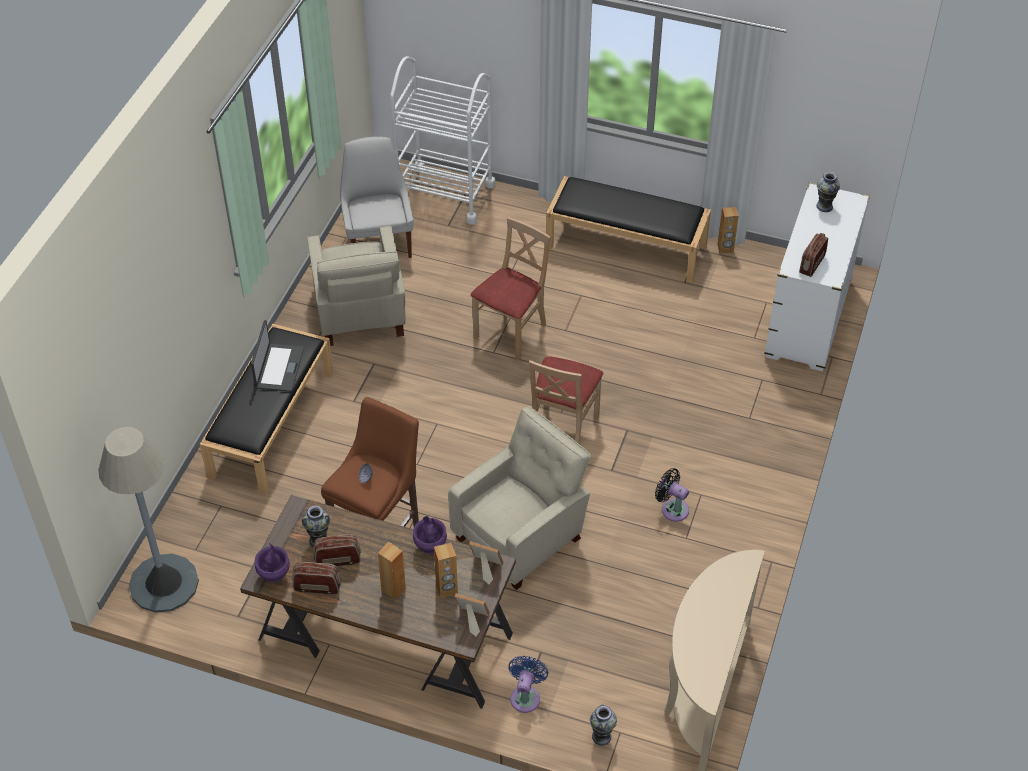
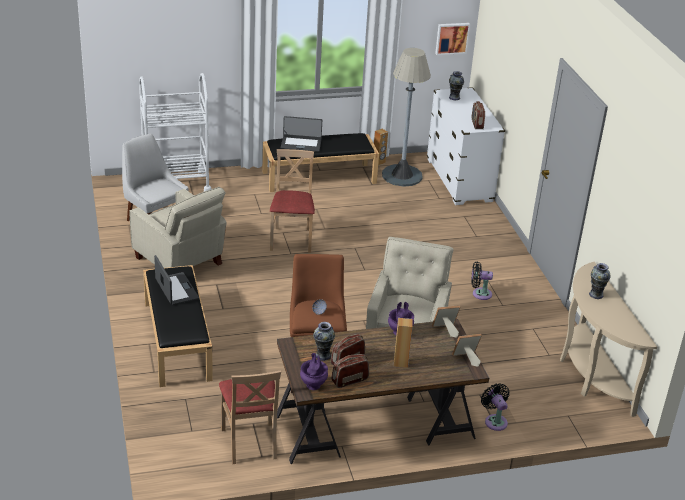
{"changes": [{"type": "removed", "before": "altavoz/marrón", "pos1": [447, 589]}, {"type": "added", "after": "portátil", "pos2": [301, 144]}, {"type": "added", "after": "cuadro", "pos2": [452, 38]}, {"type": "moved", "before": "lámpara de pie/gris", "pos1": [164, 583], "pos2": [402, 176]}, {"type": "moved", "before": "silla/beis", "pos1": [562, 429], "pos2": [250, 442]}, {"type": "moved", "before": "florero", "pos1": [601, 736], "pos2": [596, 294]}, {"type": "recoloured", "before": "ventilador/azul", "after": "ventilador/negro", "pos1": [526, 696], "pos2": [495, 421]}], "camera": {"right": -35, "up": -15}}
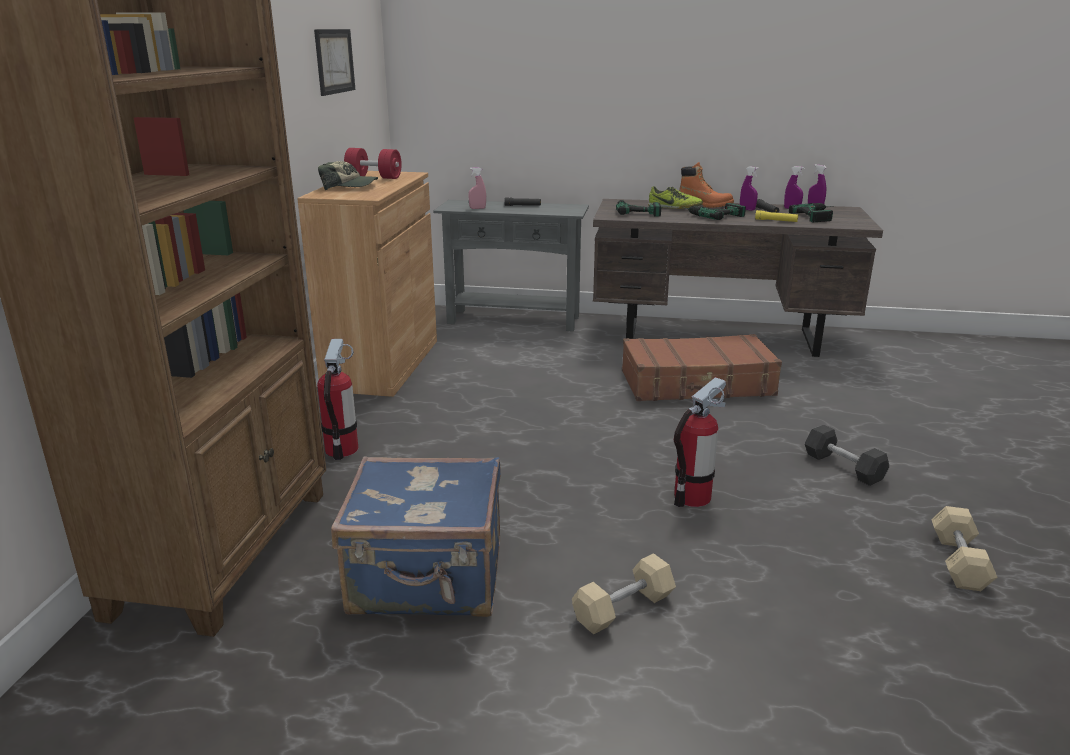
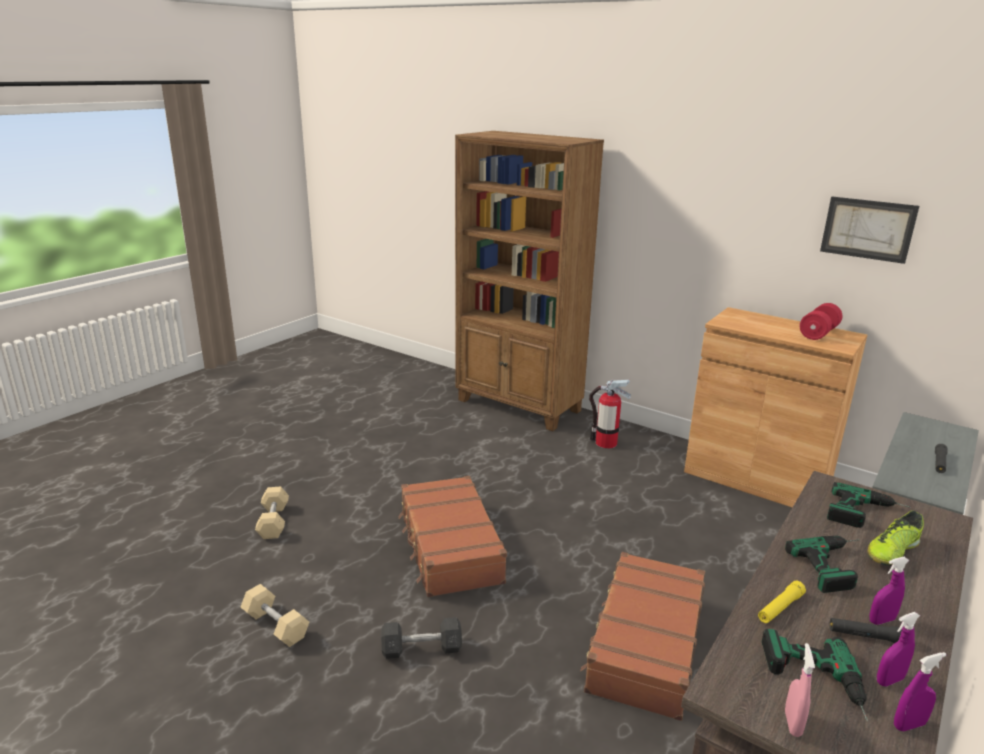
{"changes": [{"type": "removed", "before": "gorra", "pos1": [349, 187]}, {"type": "removed", "before": "maleta/azul", "pos1": [428, 579]}, {"type": "removed", "before": "bota/naranja", "pos1": [704, 205]}, {"type": "moved", "before": "pulverizador/rosa", "pos1": [477, 208], "pos2": [792, 723]}, {"type": "moved", "before": "mancuerna/beis", "pos1": [623, 608], "pos2": [273, 521]}, {"type": "replaced", "before": "extintor", "after": "maleta/marrón", "pos1": [692, 497], "pos2": [449, 547]}], "camera": {"right": 115, "up": 0}}
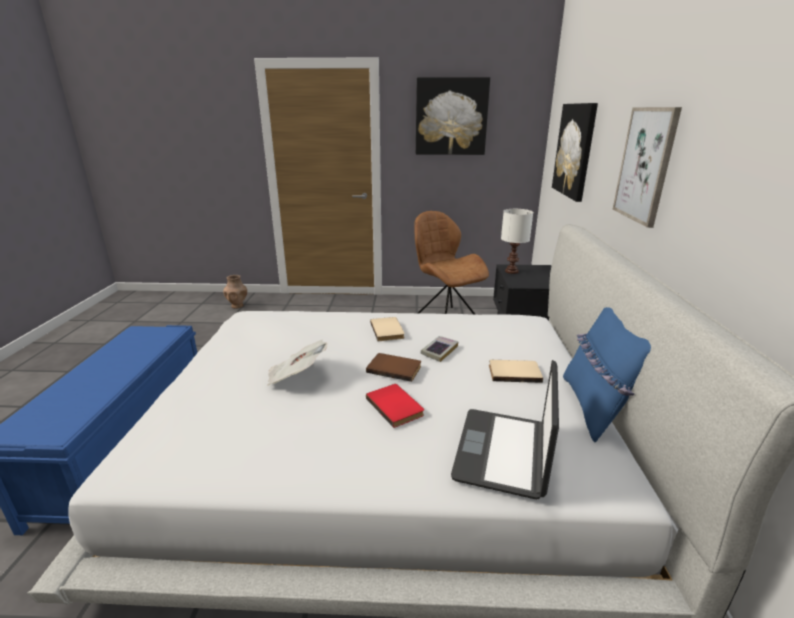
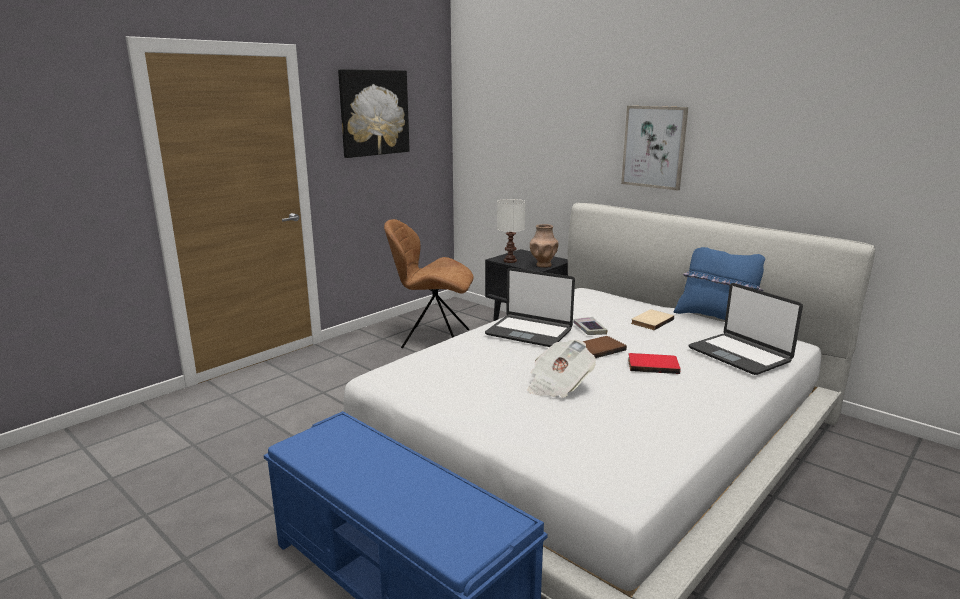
{"changes": [{"type": "removed", "before": "cuadro", "pos1": [575, 150]}, {"type": "moved", "before": "florero/marrón", "pos1": [237, 306], "pos2": [543, 265]}, {"type": "replaced", "before": "libro/beis", "after": "portátil", "pos1": [388, 330], "pos2": [529, 332]}], "camera": {"right": -50, "up": -5}}
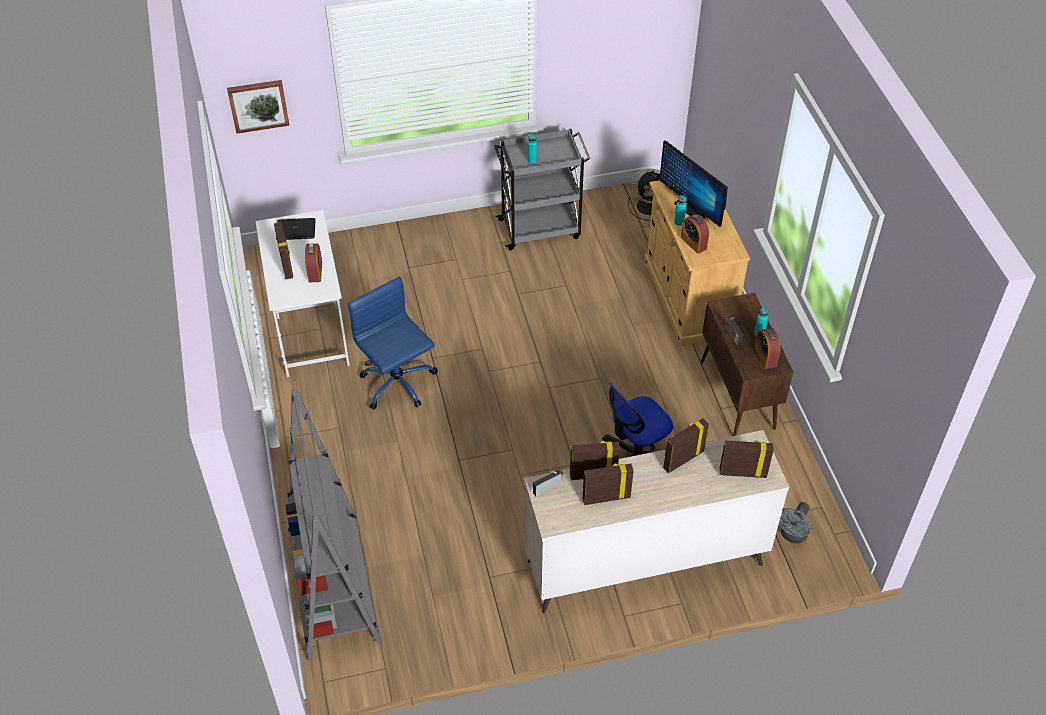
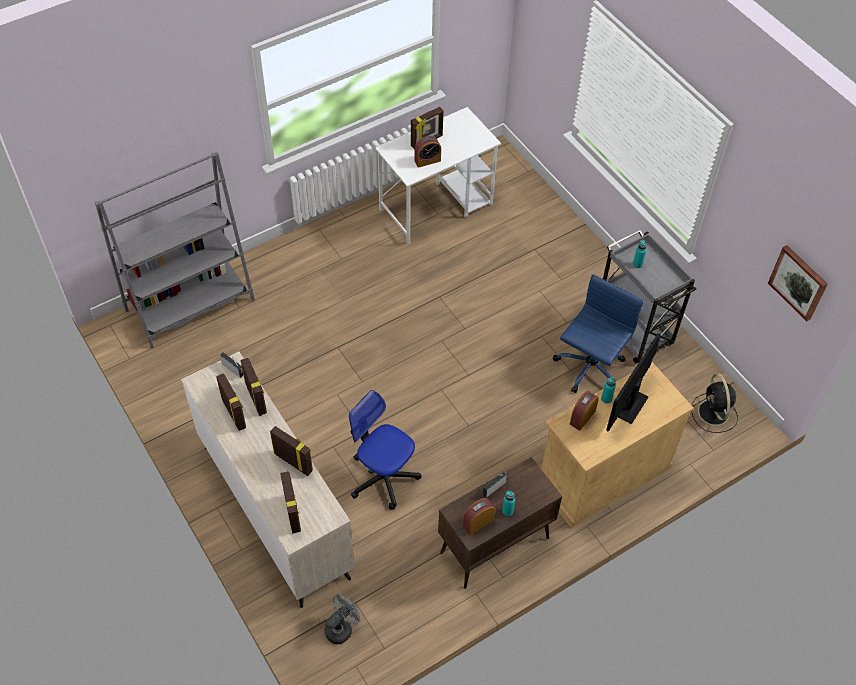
{"changes": [{"type": "removed", "before": "portátil", "pos1": [295, 230]}, {"type": "moved", "before": "cuadro", "pos1": [258, 105], "pos2": [798, 282]}, {"type": "moved", "before": "silla de oficina/azul", "pos1": [398, 384], "pos2": [589, 369]}, {"type": "turned", "before": "ventilador/gris", "pos1": [792, 536], "pos2": [341, 628], "turn": 120}], "camera": {"right": 70, "up": 5}}
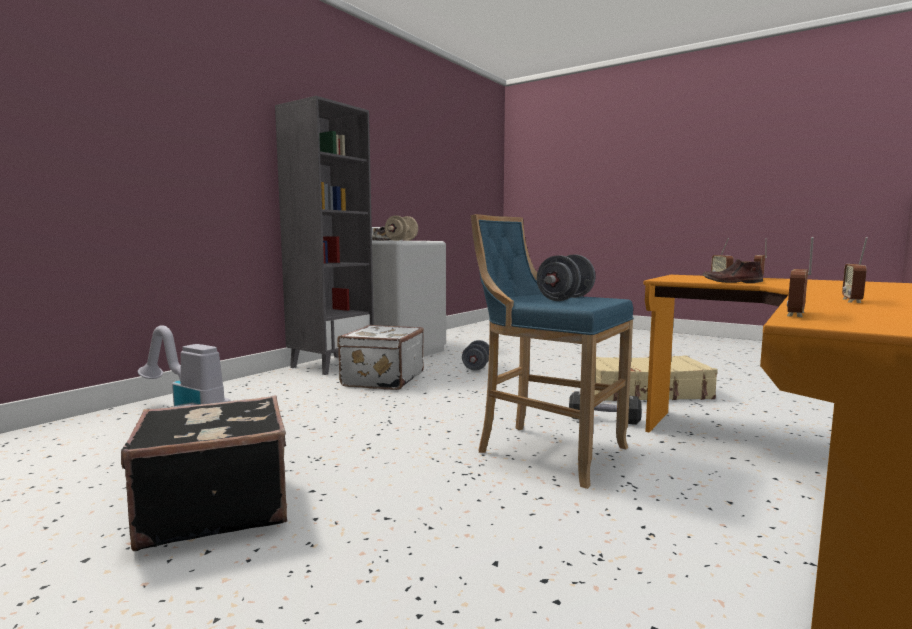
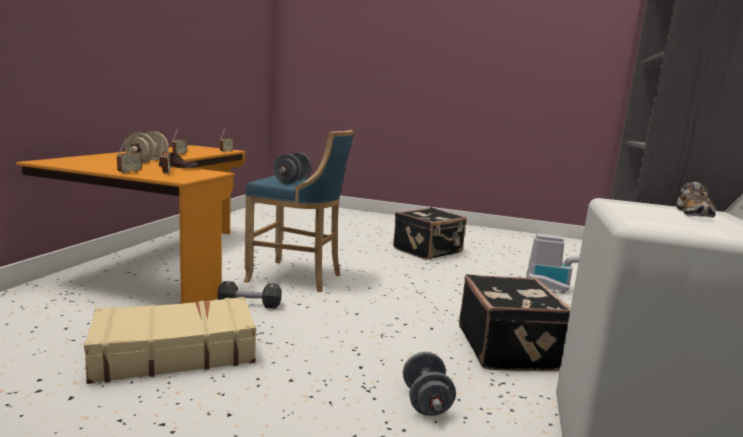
{"changes": [{"type": "moved", "before": "mancuerna/beis", "pos1": [401, 240], "pos2": [148, 161]}, {"type": "recoloured", "before": "maleta/blanco", "after": "maleta/negro", "pos1": [381, 379], "pos2": [509, 349]}], "camera": {"right": 160, "up": 5}}
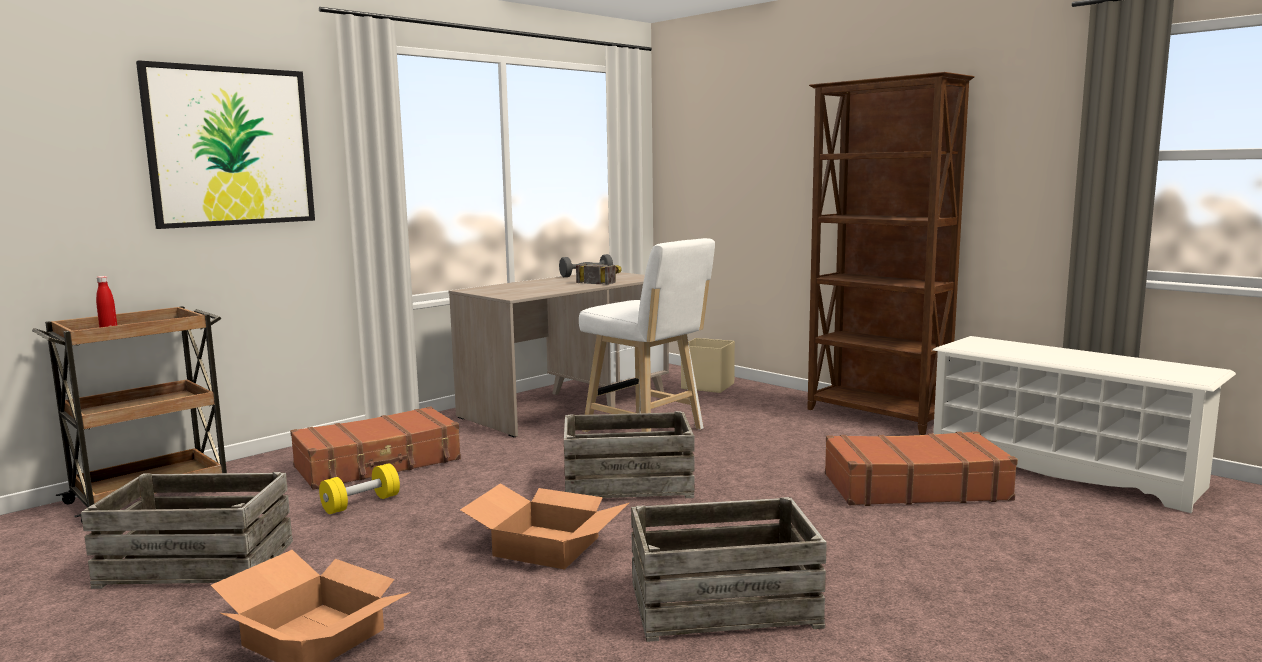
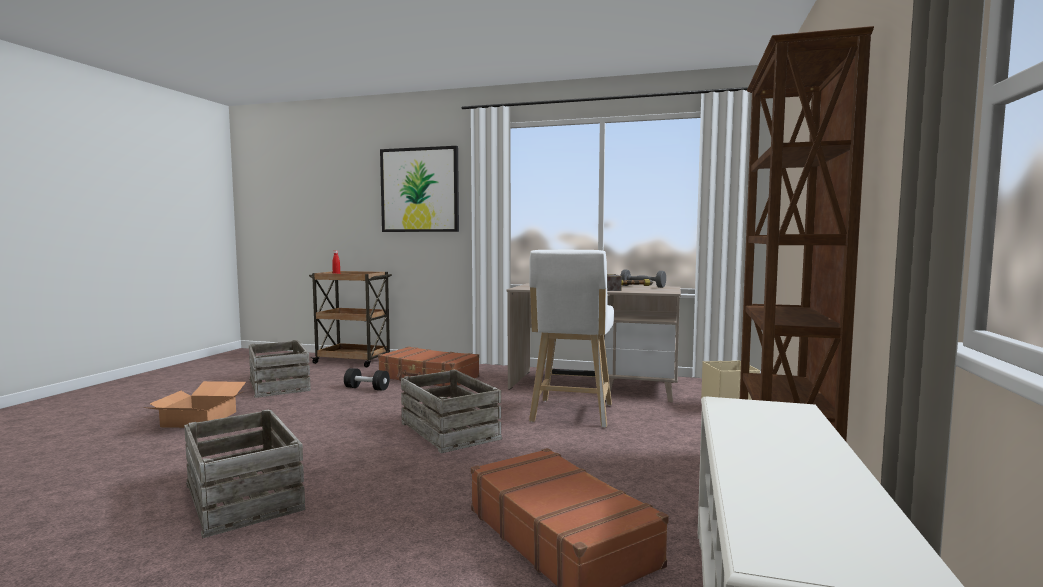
{"changes": [{"type": "removed", "before": "caja de cartón", "pos1": [544, 547]}, {"type": "recoloured", "before": "mancuerna/amarillo", "after": "mancuerna/negro", "pos1": [361, 504], "pos2": [367, 388]}], "camera": {"right": 60, "up": -5}}
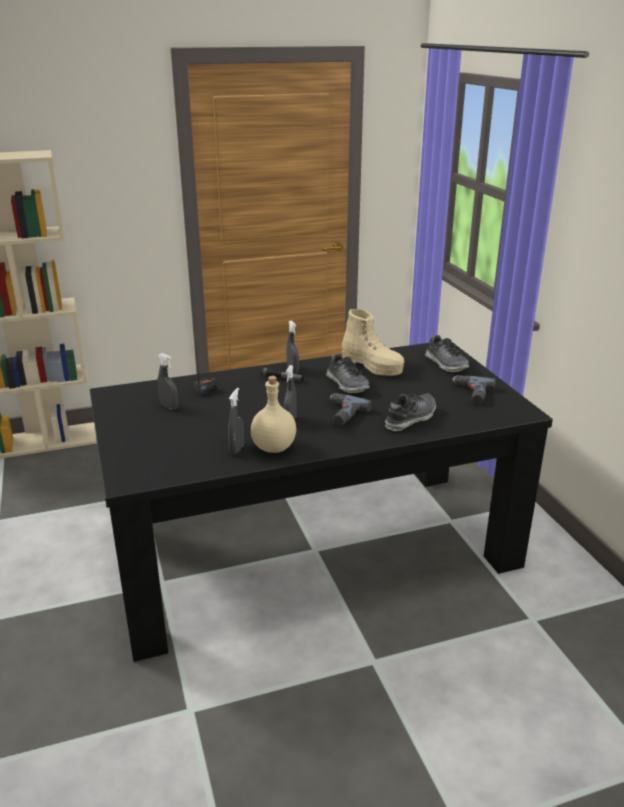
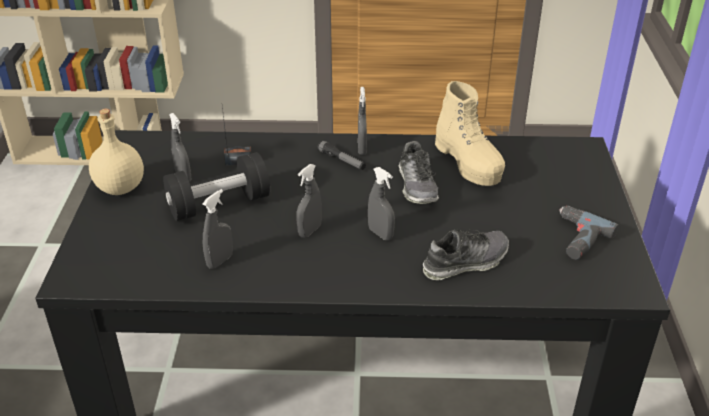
{"changes": [{"type": "removed", "before": "zapato", "pos1": [446, 364]}, {"type": "added", "after": "mancuerna/negro", "pos2": [219, 204]}, {"type": "moved", "before": "botella/beis", "pos1": [274, 448], "pos2": [120, 188]}, {"type": "replaced", "before": "taladro", "after": "pulverizador/gris", "pos1": [341, 414], "pos2": [380, 234]}], "camera": {"right": 20, "up": 10}}
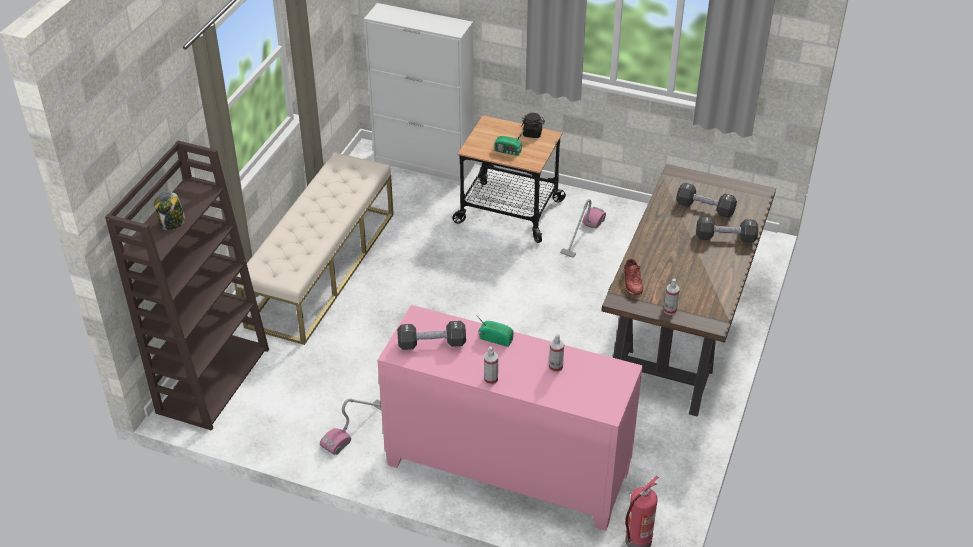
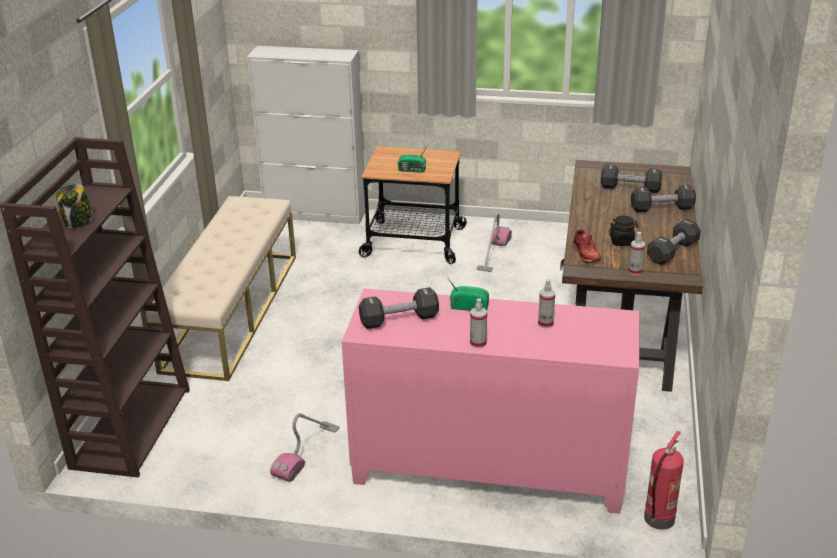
{"changes": [{"type": "added", "after": "mancuerna/negro", "pos2": [672, 252]}, {"type": "moved", "before": "tarro/negro", "pos1": [532, 133], "pos2": [622, 241]}], "camera": {"right": -10, "up": -10}}
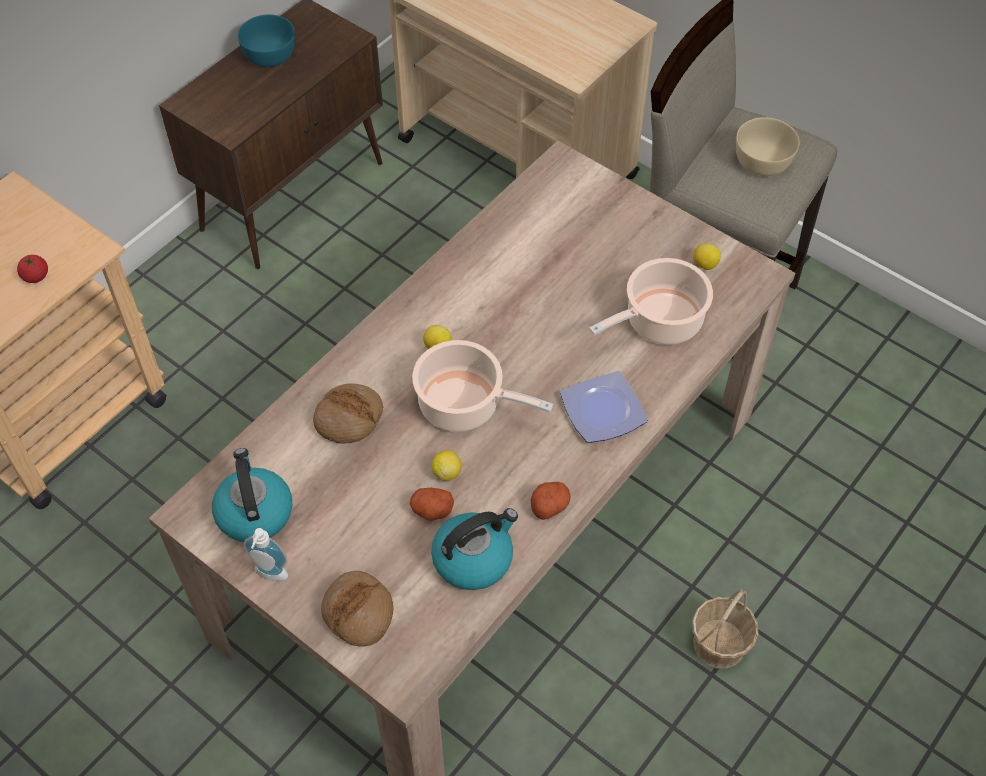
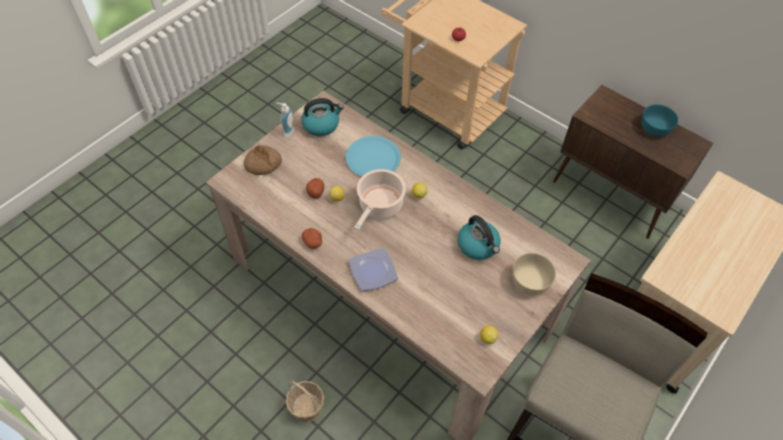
{"changes": [{"type": "removed", "before": "olla", "pos1": [659, 321]}, {"type": "moved", "before": "hervidor", "pos1": [473, 558], "pos2": [478, 246]}, {"type": "moved", "before": "cuenco/beis", "pos1": [762, 160], "pos2": [530, 281]}, {"type": "replaced", "before": "pan", "after": "plato/azul", "pos1": [349, 418], "pos2": [373, 158]}], "camera": {"right": 90, "up": 0}}
